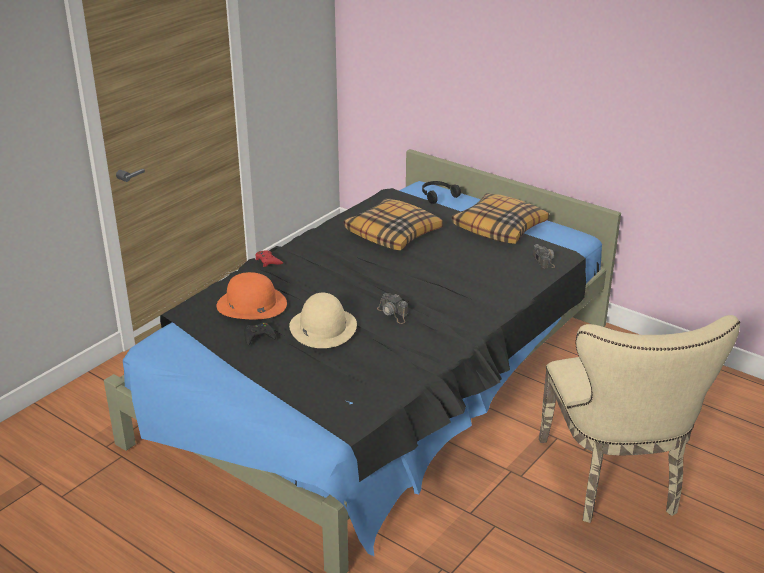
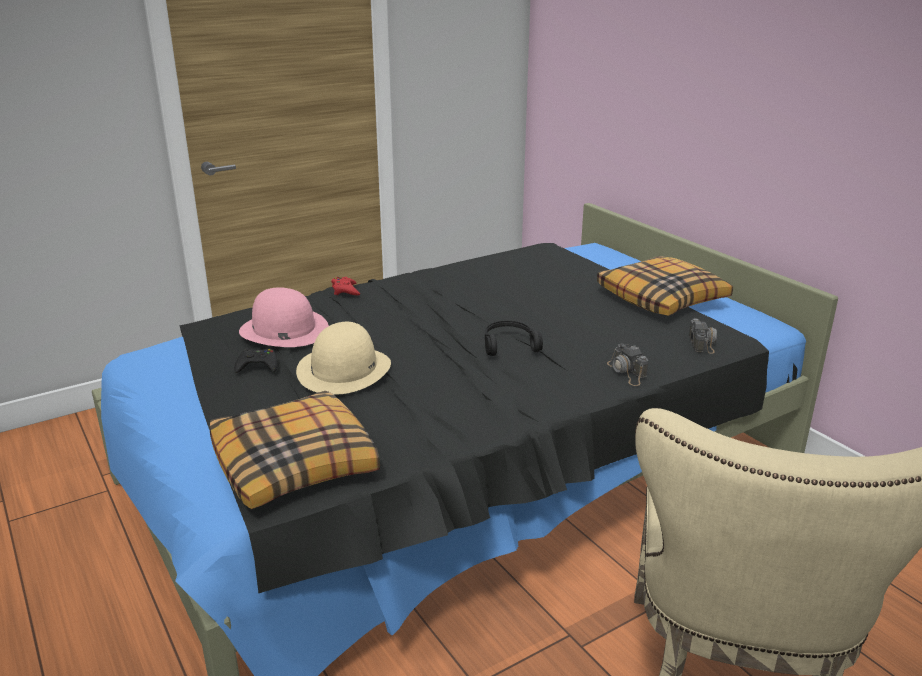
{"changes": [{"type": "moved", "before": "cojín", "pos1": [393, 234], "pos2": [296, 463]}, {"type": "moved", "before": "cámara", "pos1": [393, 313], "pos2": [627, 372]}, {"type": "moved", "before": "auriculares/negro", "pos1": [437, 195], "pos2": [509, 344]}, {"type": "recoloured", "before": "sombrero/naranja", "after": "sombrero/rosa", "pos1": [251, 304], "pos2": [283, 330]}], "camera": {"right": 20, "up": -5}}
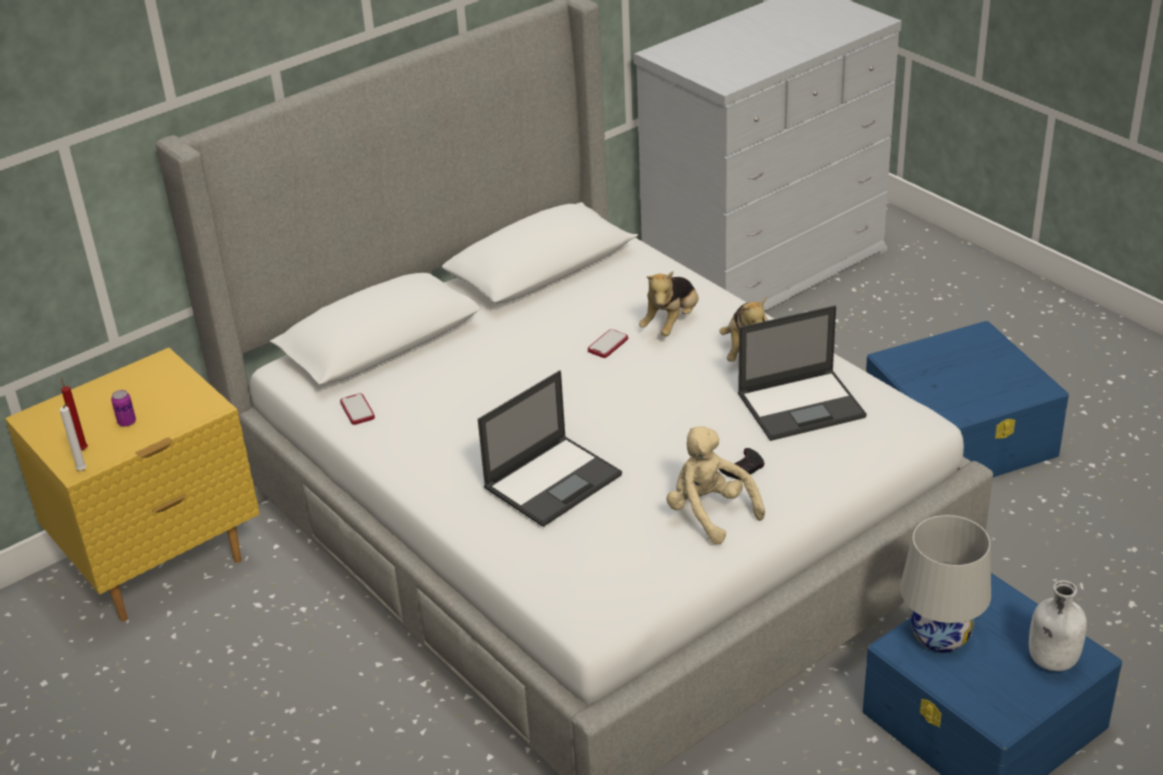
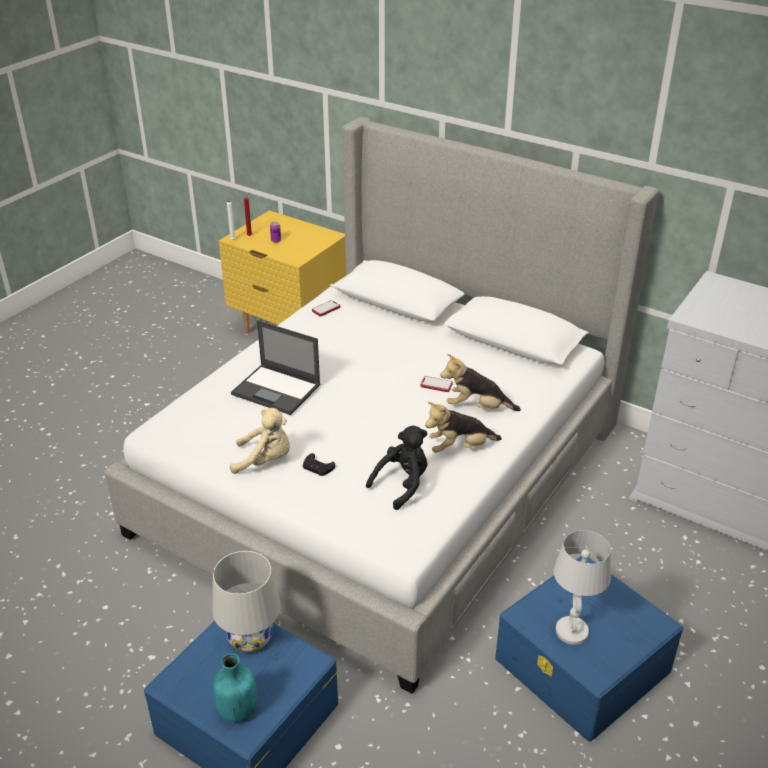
{"changes": [{"type": "added", "after": "lámpara de mesa/blanco", "pos2": [571, 631]}, {"type": "replaced", "before": "portátil", "after": "peluche/negro", "pos1": [802, 405], "pos2": [402, 484]}, {"type": "recoloured", "before": "botella/blanco", "after": "botella/turquesa", "pos1": [1051, 661], "pos2": [237, 710]}, {"type": "turned", "before": "peluche/beis", "pos1": [709, 513], "pos2": [265, 460], "turn": 60}], "camera": {"right": 70, "up": 0}}
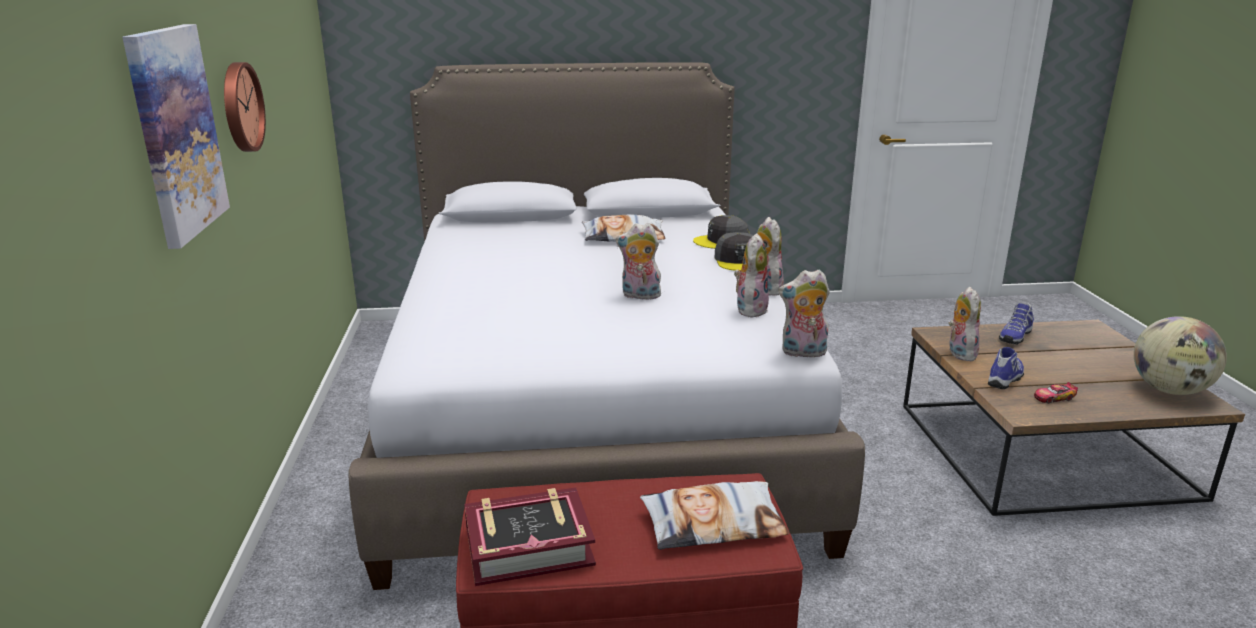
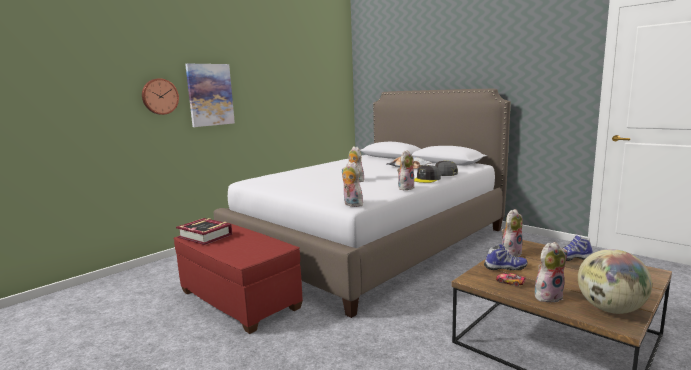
{"changes": [{"type": "removed", "before": "cojín", "pos1": [713, 524]}, {"type": "moved", "before": "reloj de pared", "pos1": [240, 107], "pos2": [159, 96]}, {"type": "moved", "before": "peluche", "pos1": [750, 309], "pos2": [548, 296]}], "camera": {"right": 50, "up": -10}}
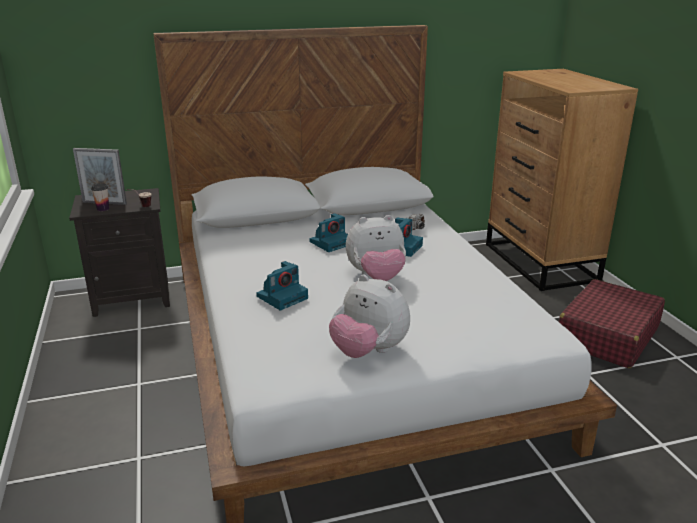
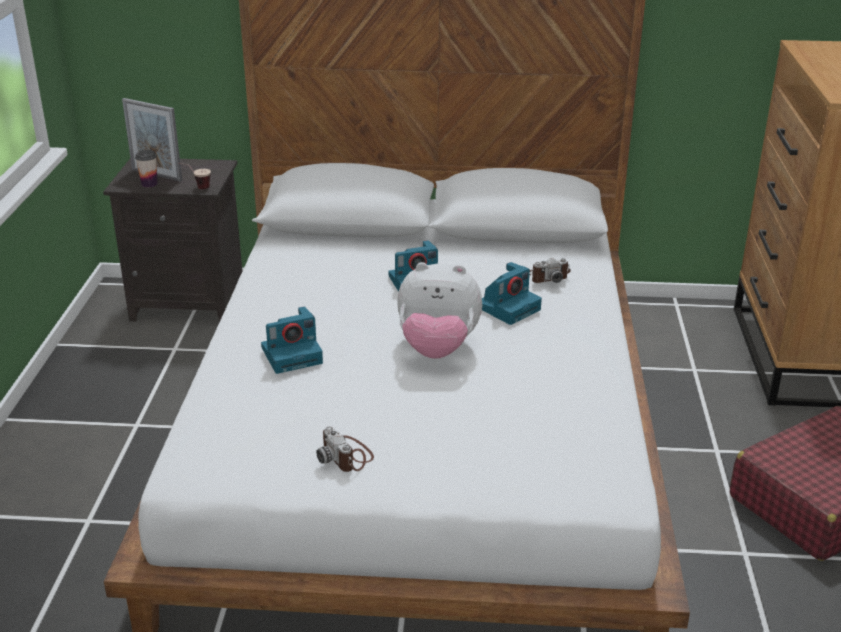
{"changes": [{"type": "replaced", "before": "peluche", "after": "cámara", "pos1": [368, 351], "pos2": [346, 456]}], "camera": {"right": 20, "up": 5}}
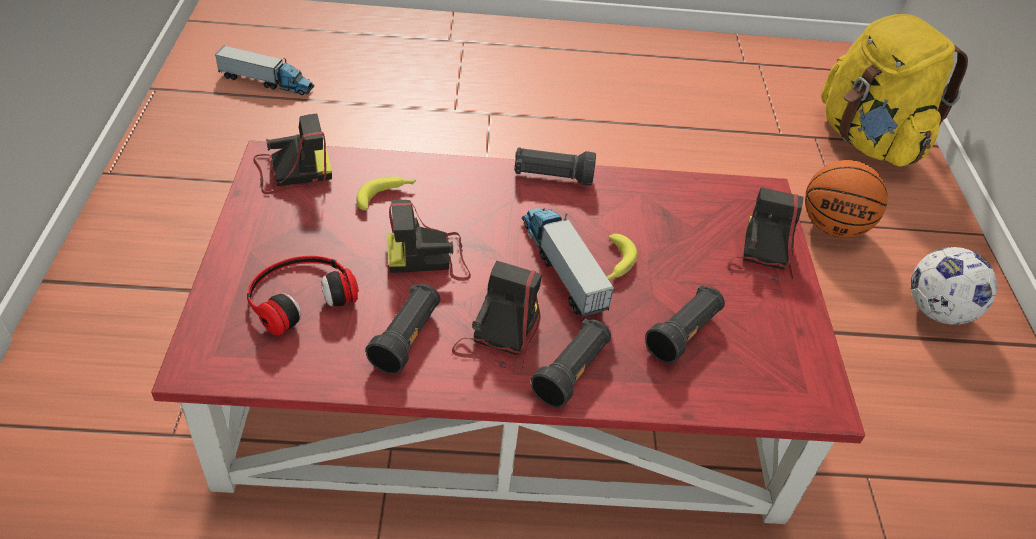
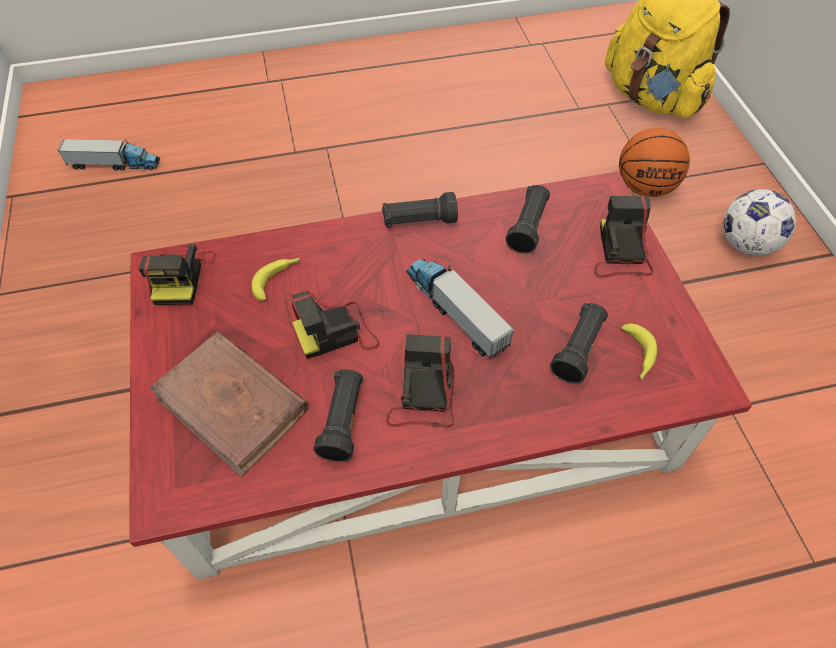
{"changes": [{"type": "moved", "before": "linterna/negro", "pos1": [572, 372], "pos2": [528, 227]}, {"type": "moved", "before": "plátano", "pos1": [615, 264], "pos2": [637, 356]}, {"type": "replaced", "before": "auriculares", "after": "libro/marrón", "pos1": [299, 295], "pos2": [232, 404]}, {"type": "turned", "before": "cámara", "pos1": [291, 172], "pos2": [182, 277], "turn": 120}], "camera": {"right": -10, "up": 10}}
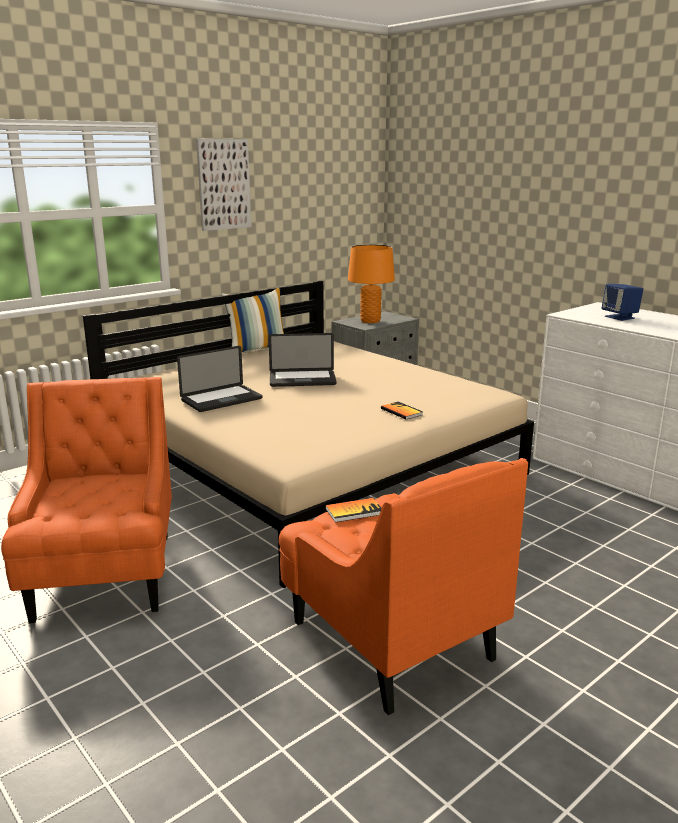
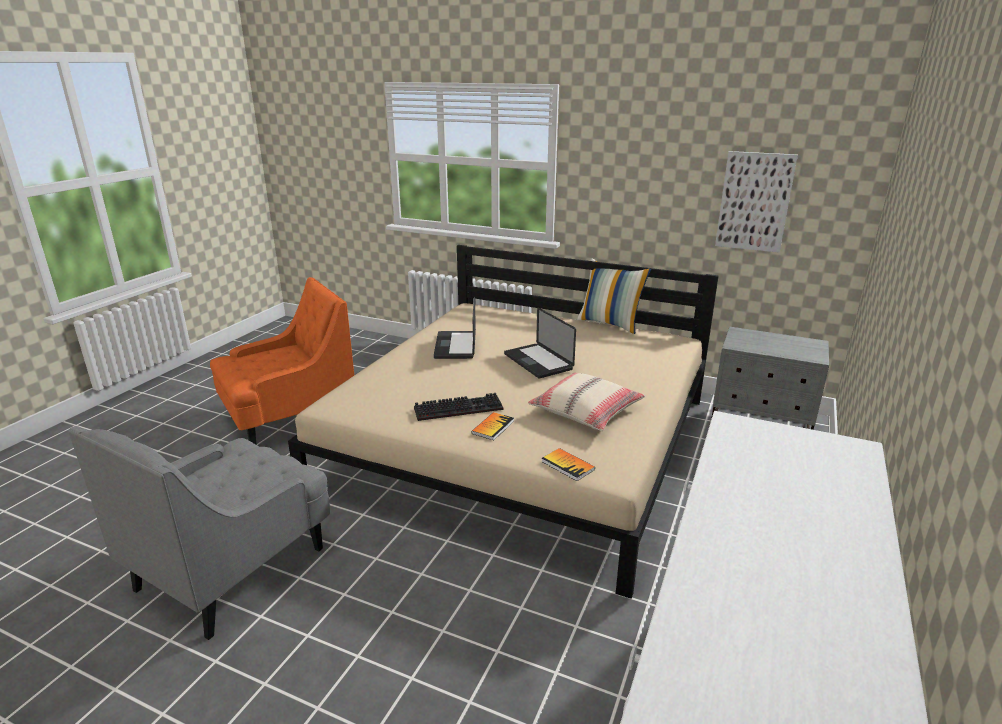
{"changes": [{"type": "removed", "before": "lámpara de mesa/naranja", "pos1": [370, 321]}, {"type": "removed", "before": "altavoz/azul", "pos1": [620, 317]}, {"type": "added", "after": "teclado", "pos2": [459, 408]}, {"type": "added", "after": "cojín/beis", "pos2": [586, 411]}, {"type": "moved", "before": "cuadro", "pos1": [224, 184], "pos2": [754, 202]}, {"type": "moved", "before": "libro", "pos1": [354, 511], "pos2": [567, 465]}, {"type": "recoloured", "before": "sillón/naranja", "after": "sillón/gris", "pos1": [389, 638], "pos2": [233, 567]}, {"type": "turned", "before": "portátil", "pos1": [221, 400], "pos2": [455, 346], "turn": 60}], "camera": {"right": 65, "up": 5}}
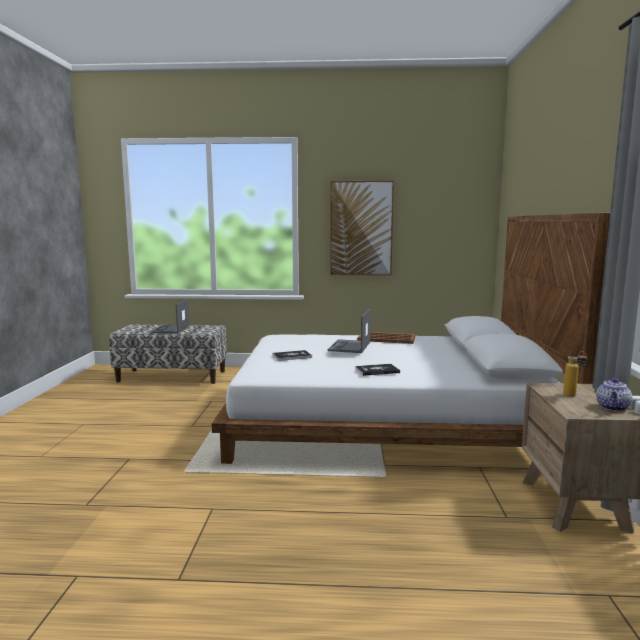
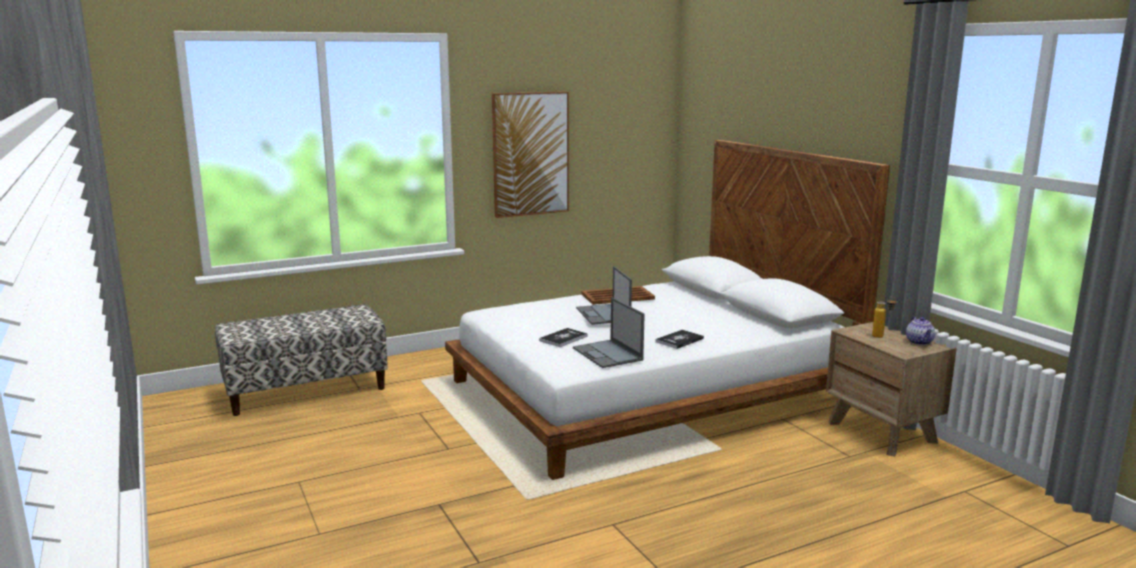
{"changes": [{"type": "moved", "before": "portátil", "pos1": [170, 329], "pos2": [608, 354]}], "camera": {"right": -30, "up": 5}}
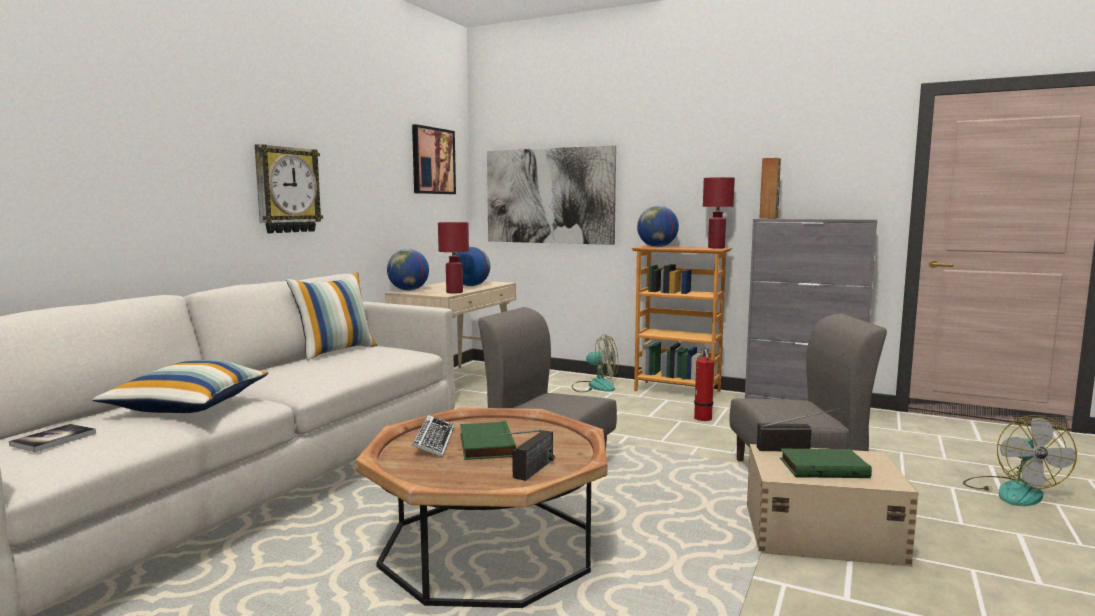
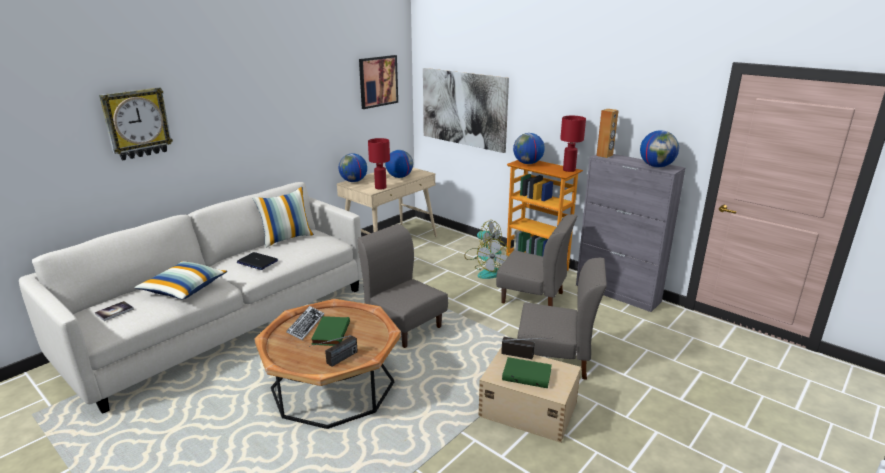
{"changes": [{"type": "added", "after": "portátil", "pos2": [257, 262]}, {"type": "added", "after": "globo terráqueo", "pos2": [656, 166]}, {"type": "moved", "before": "reloj de pared", "pos1": [287, 190], "pos2": [137, 123]}, {"type": "moved", "before": "ventilador", "pos1": [1012, 491], "pos2": [491, 272]}, {"type": "replaced", "before": "extintor", "after": "silla/gris", "pos1": [703, 419], "pos2": [533, 298]}], "camera": {"right": 15, "up": 15}}
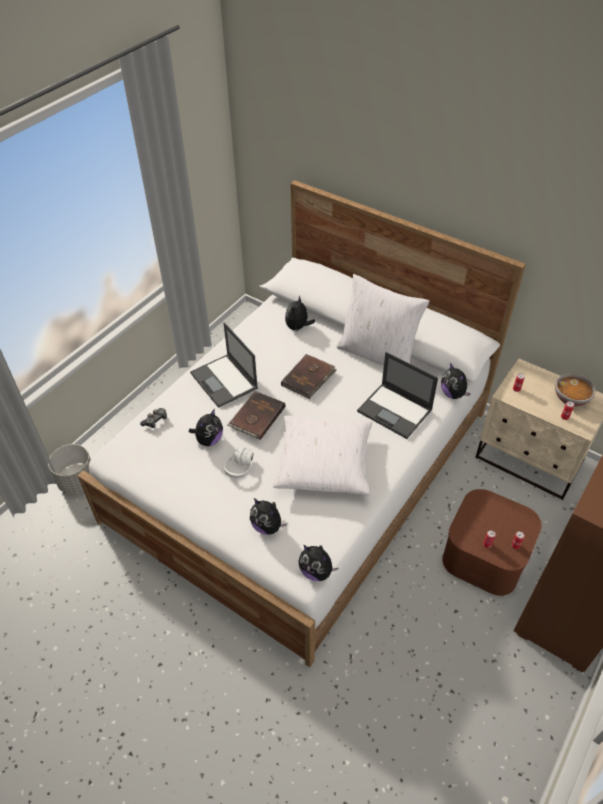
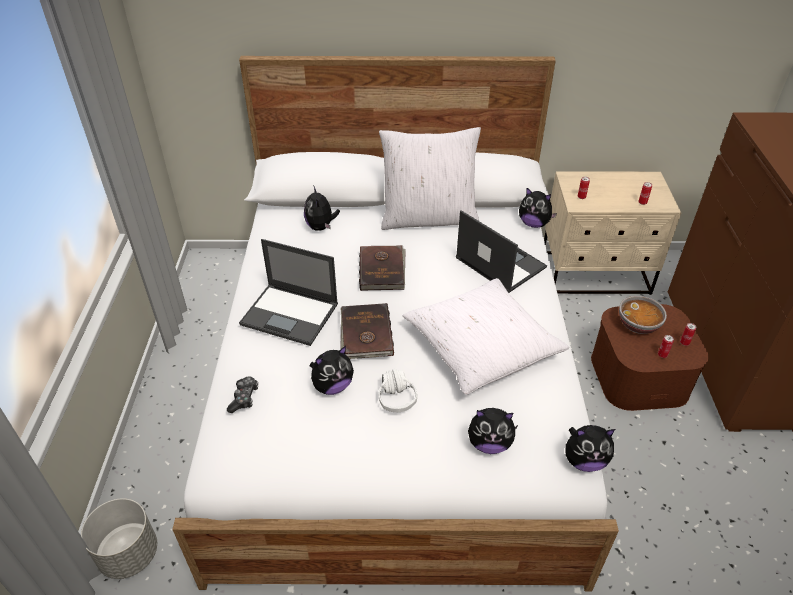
{"changes": [{"type": "moved", "before": "cuenco", "pos1": [571, 398], "pos2": [638, 325]}, {"type": "turned", "before": "peluche", "pos1": [209, 440], "pos2": [332, 386], "turn": 60}, {"type": "turned", "before": "portátil", "pos1": [395, 411], "pos2": [499, 262], "turn": -135}], "camera": {"right": -35, "up": -5}}
